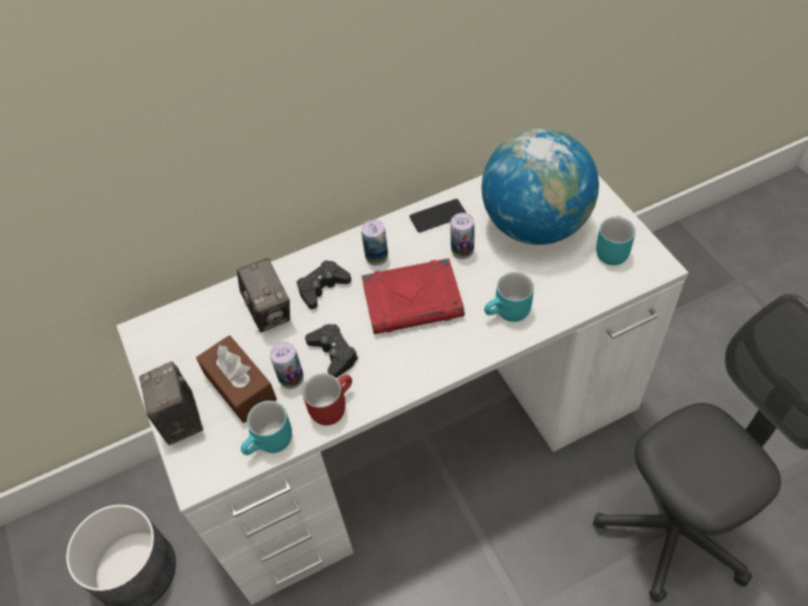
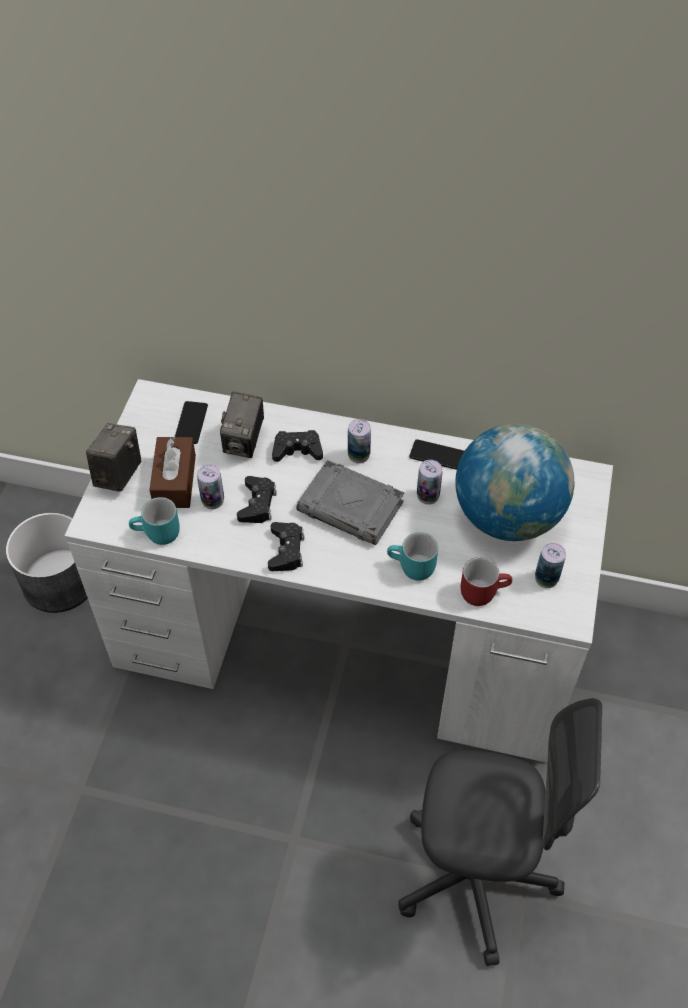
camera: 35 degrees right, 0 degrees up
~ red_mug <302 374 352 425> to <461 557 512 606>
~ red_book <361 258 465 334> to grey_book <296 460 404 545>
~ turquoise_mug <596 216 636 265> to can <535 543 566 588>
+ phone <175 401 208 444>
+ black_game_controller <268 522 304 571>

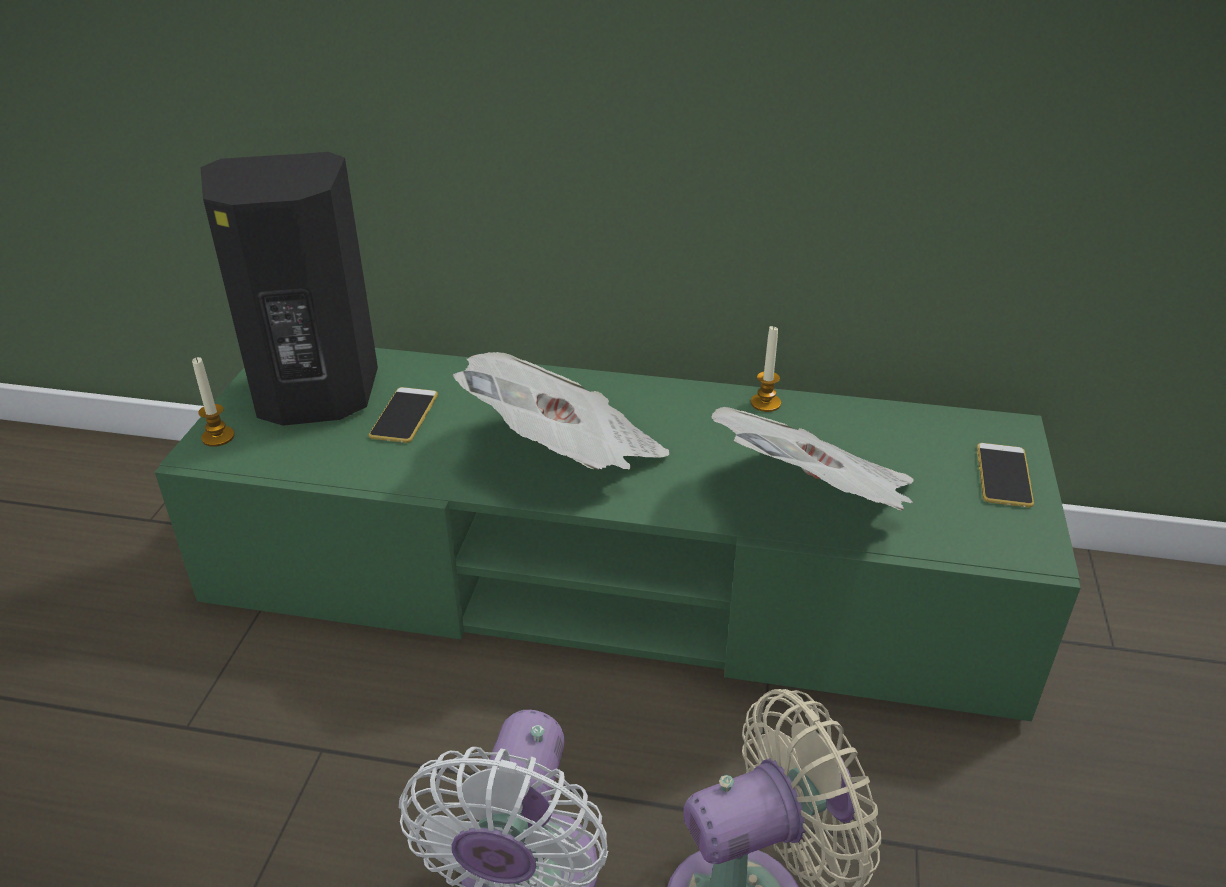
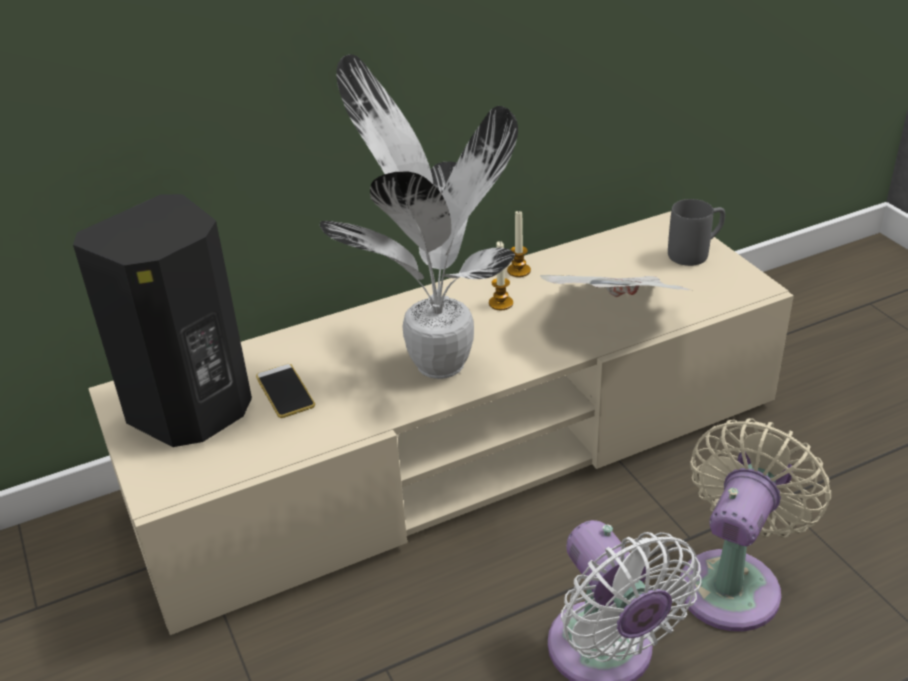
camera: 35 degrees left, 0 degrees up
~ green_tv_stand <155 348 1081 721> to beige_tv_stand <88 211 794 635>
~ candle <192 357 235 447> to <489 241 513 310>
~ newspaper <453 352 669 471> to potted_plant <320 54 518 379>
~ phone <977 443 1034 508> to grey_mug <668 199 725 266>

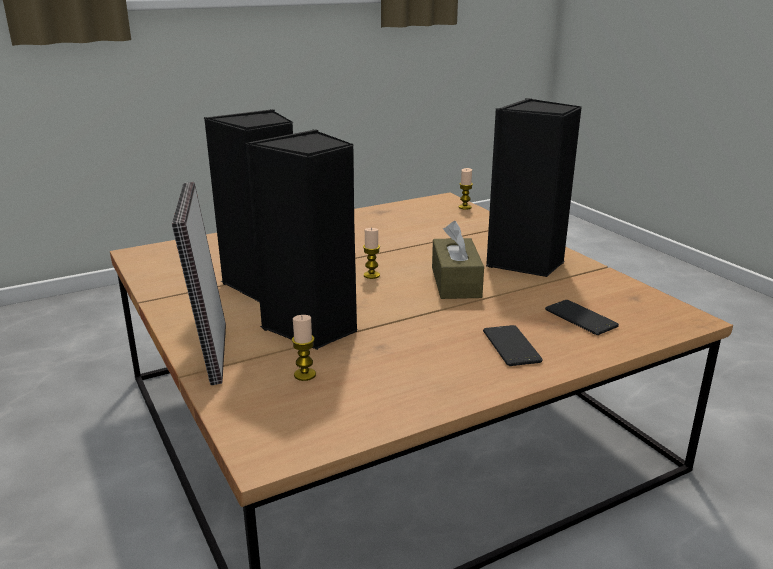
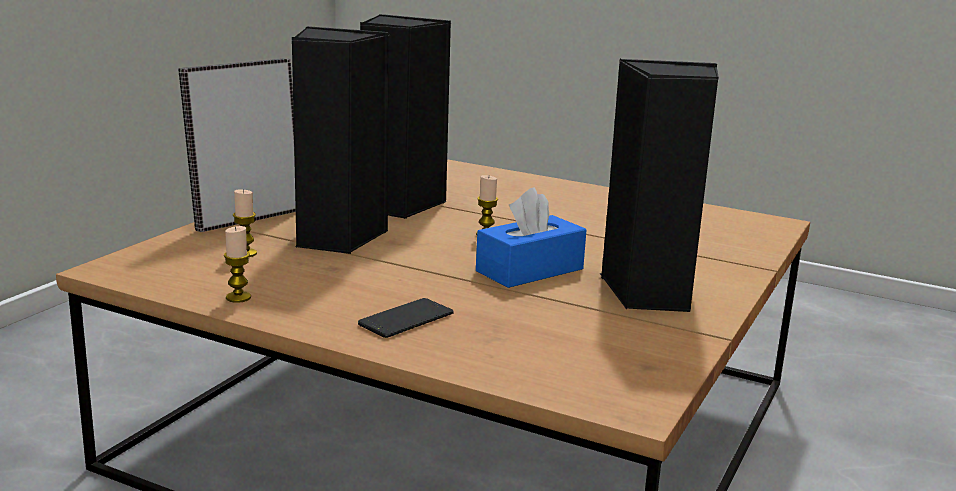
camera: 55 degrees right, 5 degrees down
~ brown_tissue_box <432 221 484 299> to blue_tissue_box <476 187 587 288>
~ candle <459 168 473 210> to <224 226 251 303>
- phone <545 300 619 335>

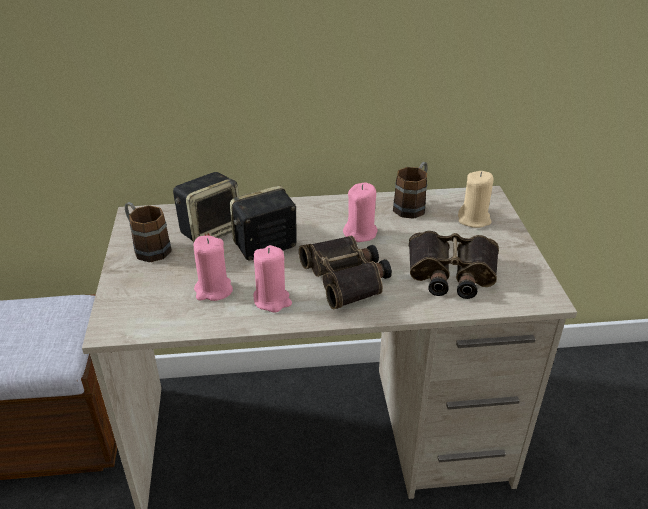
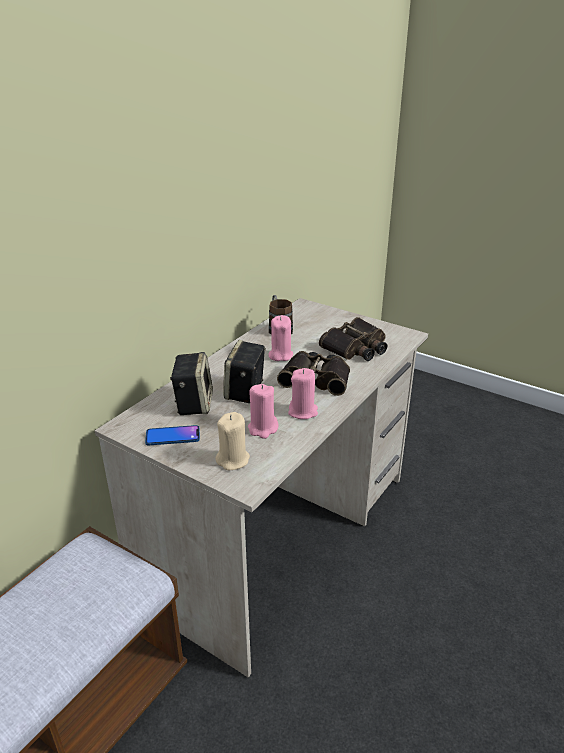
camera: 50 degrees left, 5 degrees down
~ brown_mug <125 202 172 262> to phone <145 425 200 445>
~ beige_candle <458 171 493 228> to <216 412 250 470>

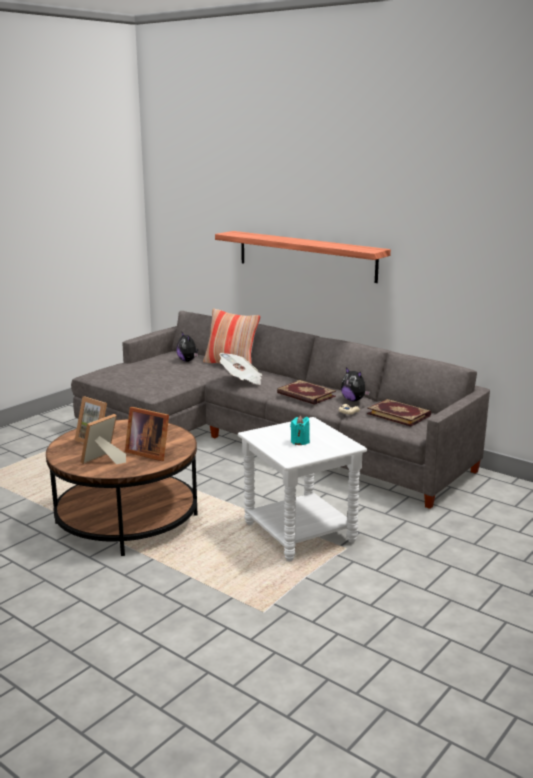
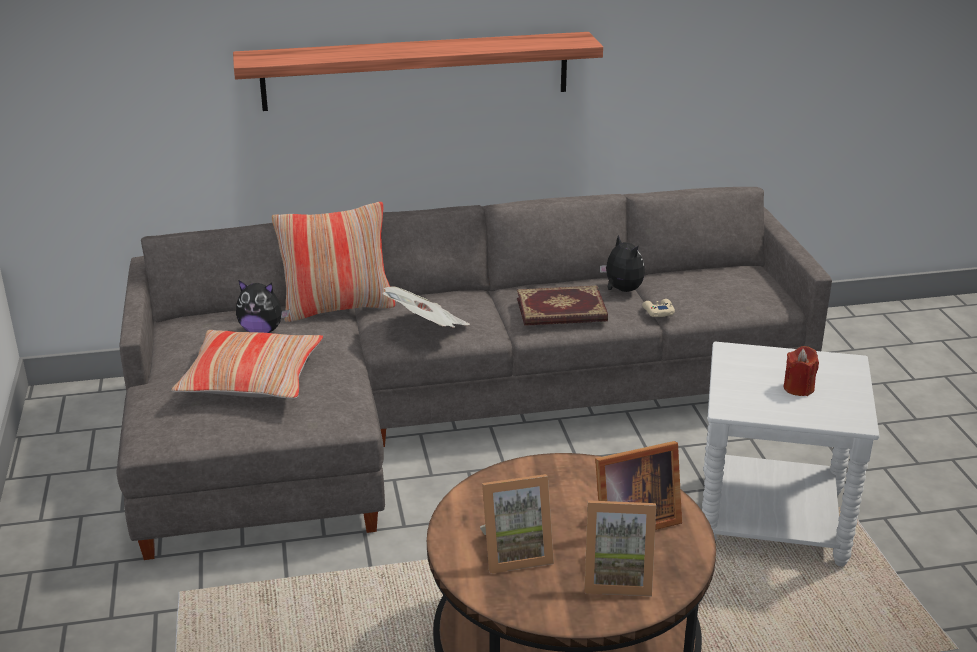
camera: 50 degrees left, 10 degrees up
~ picture_frame <81 414 126 464> = <584 500 656 596> 75 degrees counterclockwise
~ turquoise_candle <290 416 310 445> to red_candle <784 346 819 396>
~ plush_toy <341 368 370 401> = <600 235 645 292> 120 degrees counterclockwise
- book <367 399 431 427>
+ pillow <171 330 323 399>

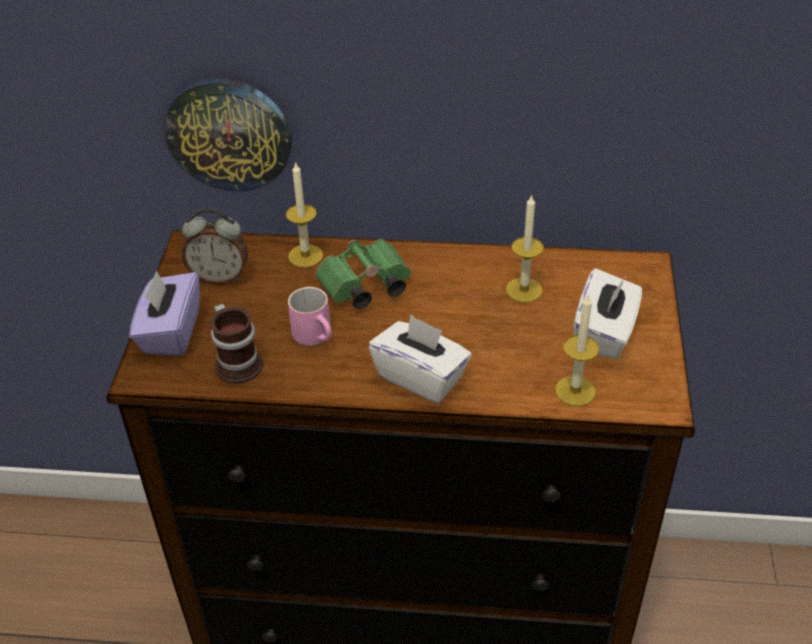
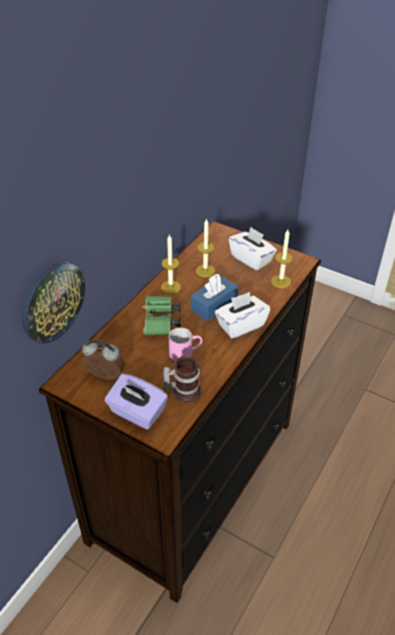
camera: 65 degrees left, 0 degrees up
~ alarm_clock <182 208 248 285> = <82 340 125 380> 105 degrees counterclockwise
~ candle <286 161 323 268> to <161 234 181 294>
+ blue_tissue_box <191 274 238 321>

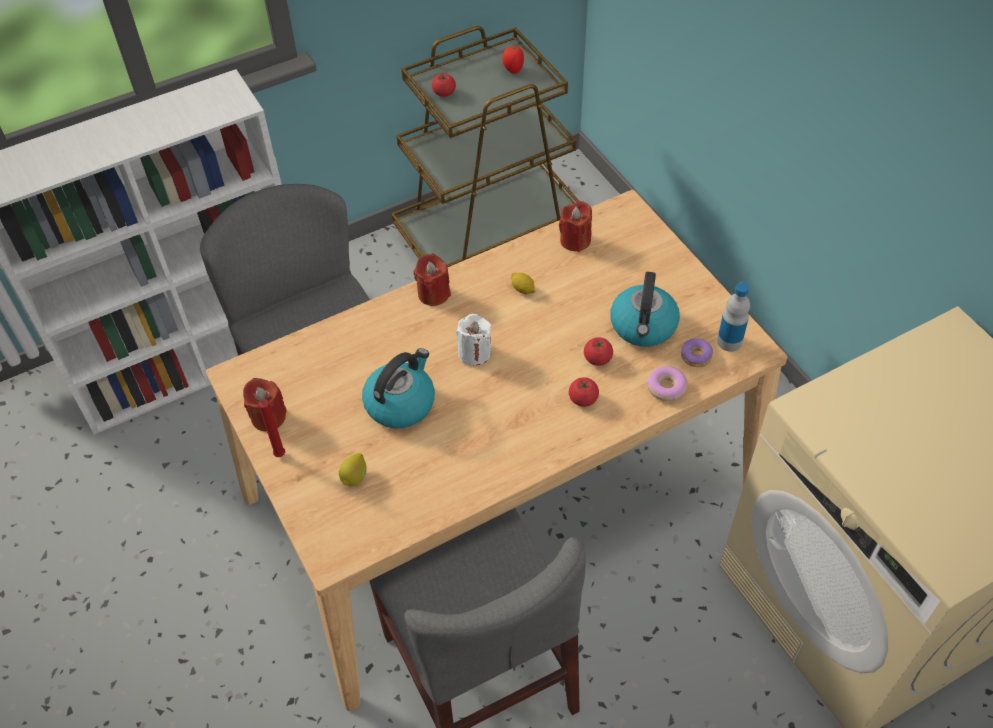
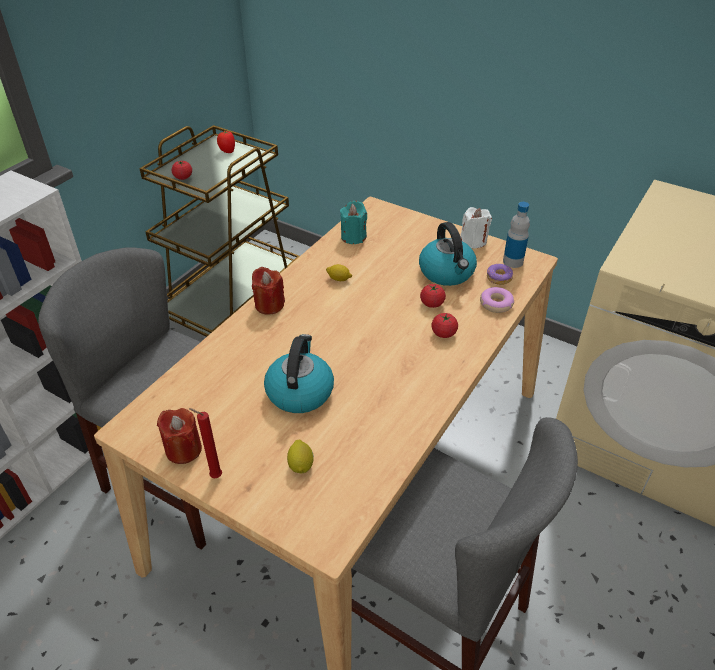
camera: 30 degrees left, 10 degrees down
~ white_candle <456 314 491 366> to <460 207 492 249>
~ red_candle <559 201 592 252> to turquoise_candle <340 201 367 244>

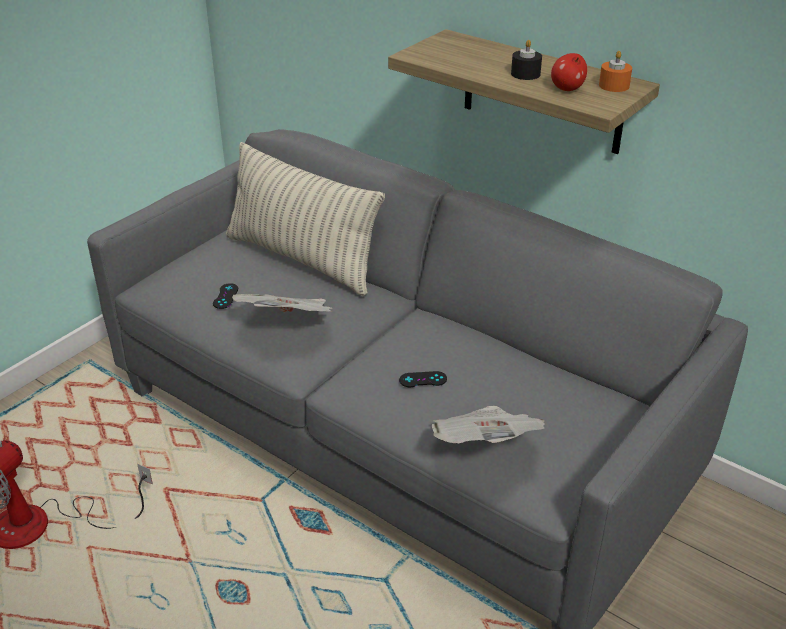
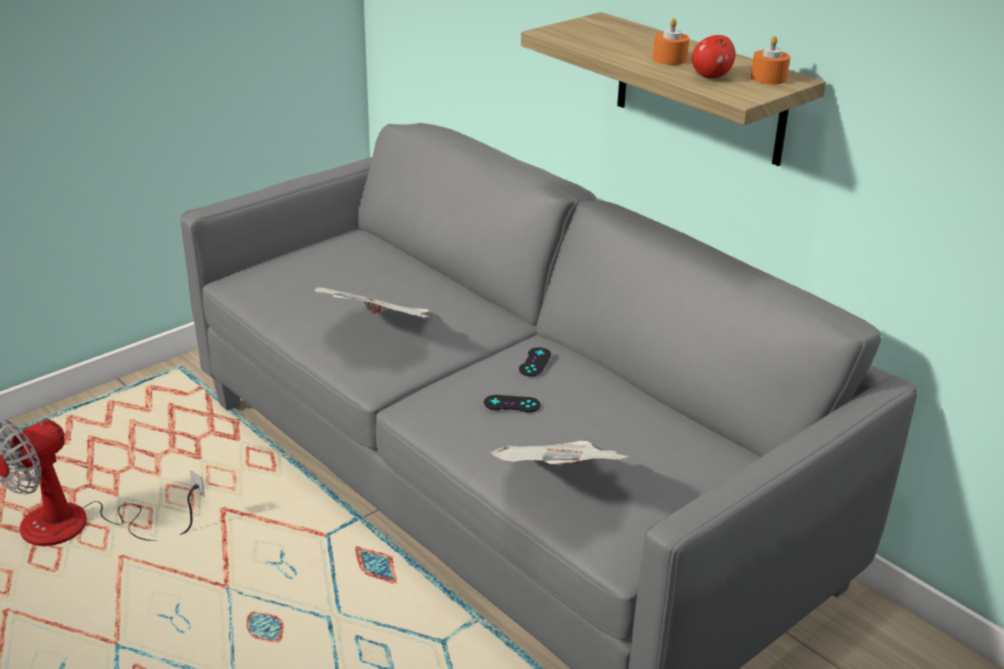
camera: 10 degrees right, 5 degrees down
~ black_game_controller <213 283 238 309> to <519 347 551 377>
- pillow <226 142 385 296>
~ black_candle <511 40 542 80> to orange_candle <653 18 689 65>

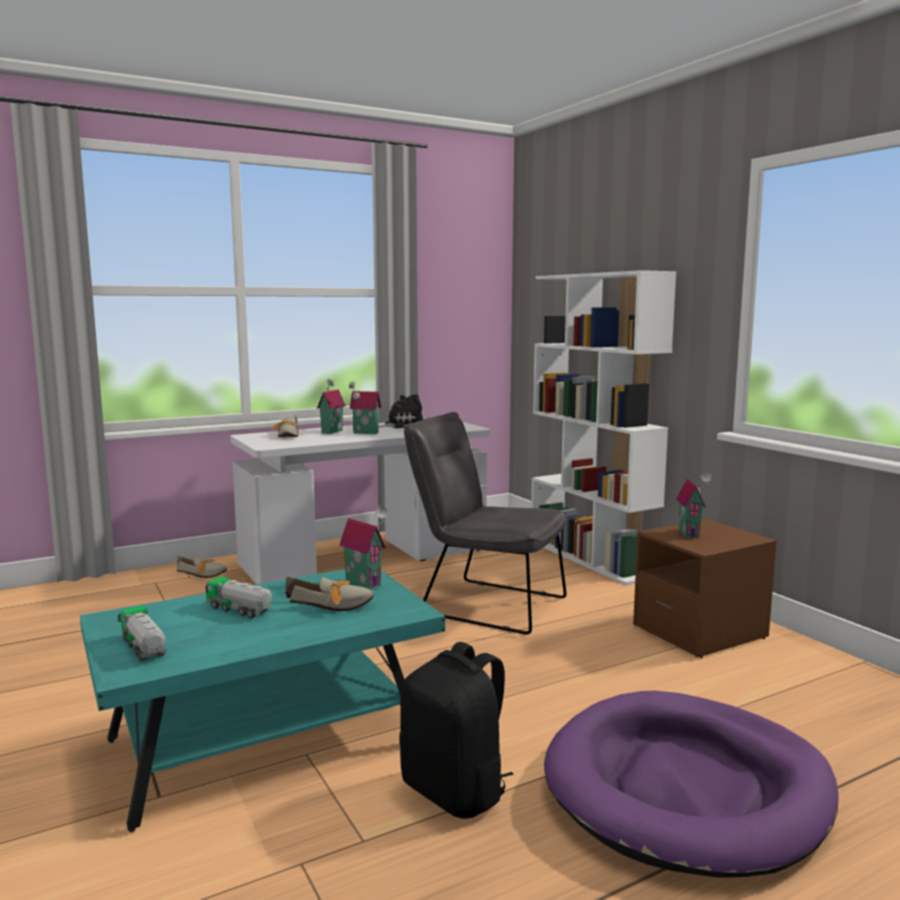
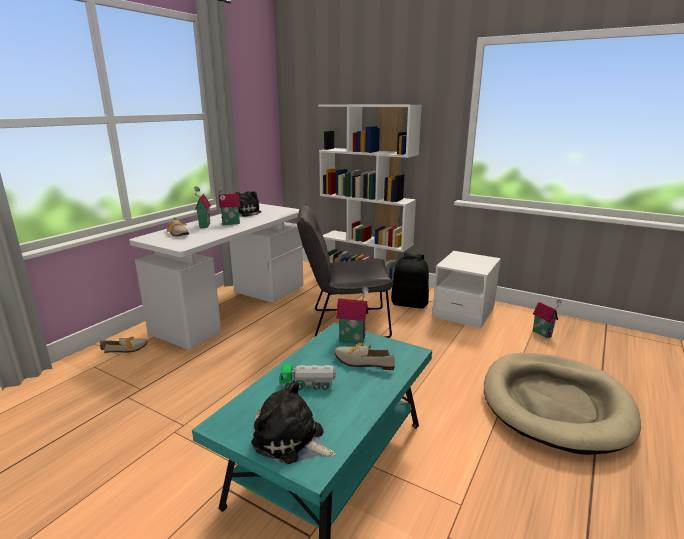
camera: 30 degrees left, 10 degrees up
~ toy_truck <118 606 167 661> to plush_toy <251 380 336 464>
~ shoe <285 576 374 611> = <334 343 395 370> 135 degrees counterclockwise
~ black_backpack <399 642 513 819> to <391 253 429 309>
~ purple_dog_bed <544 690 839 878> to beige_dog_bed <484 353 641 455>
~ brown_nightstand <633 519 777 658> to white_nightstand <432 251 501 329>
~ toy_house <676 471 712 538> to <533 300 562 338>

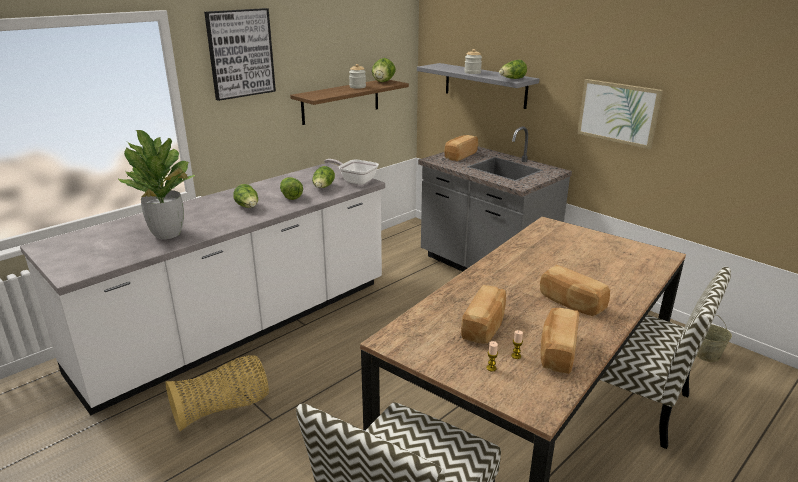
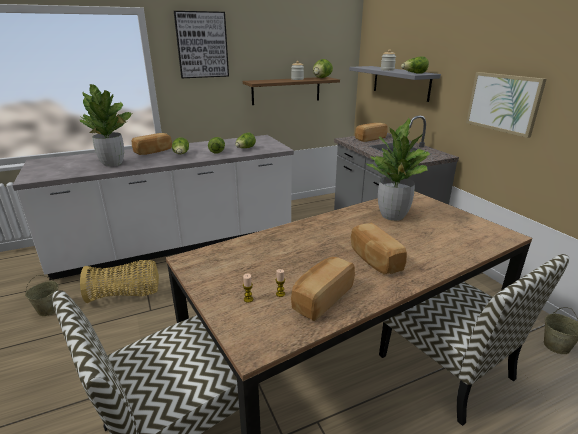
camera: 20 degrees right, 0 degrees up
- frying_pan <324 159 379 185>
~ bread <461 285 506 343> to <131 133 172 155>
+ beige_bucket <25 275 59 316>
+ potted_plant <365 118 430 221>

